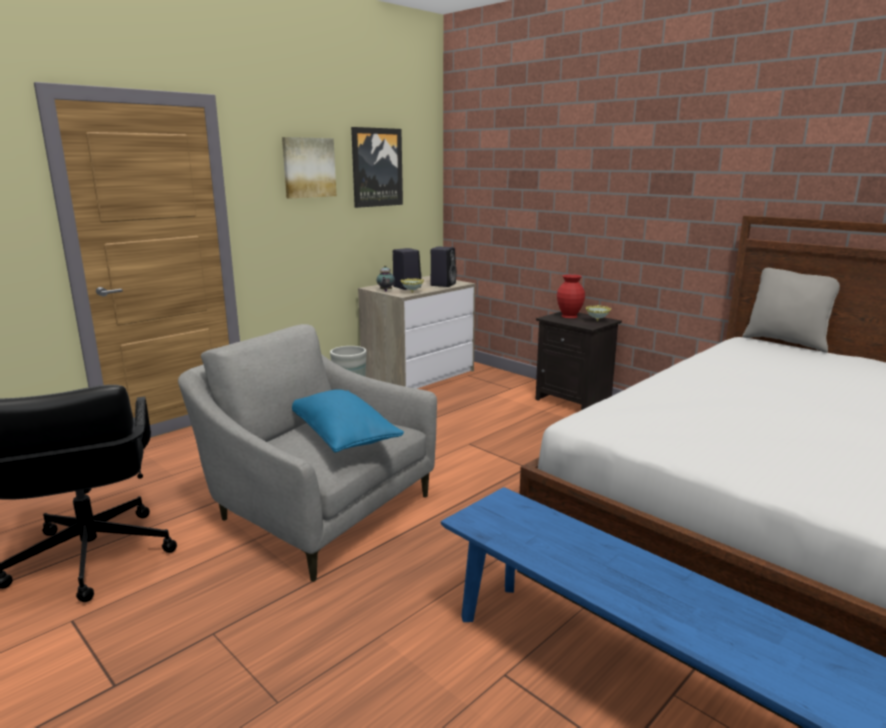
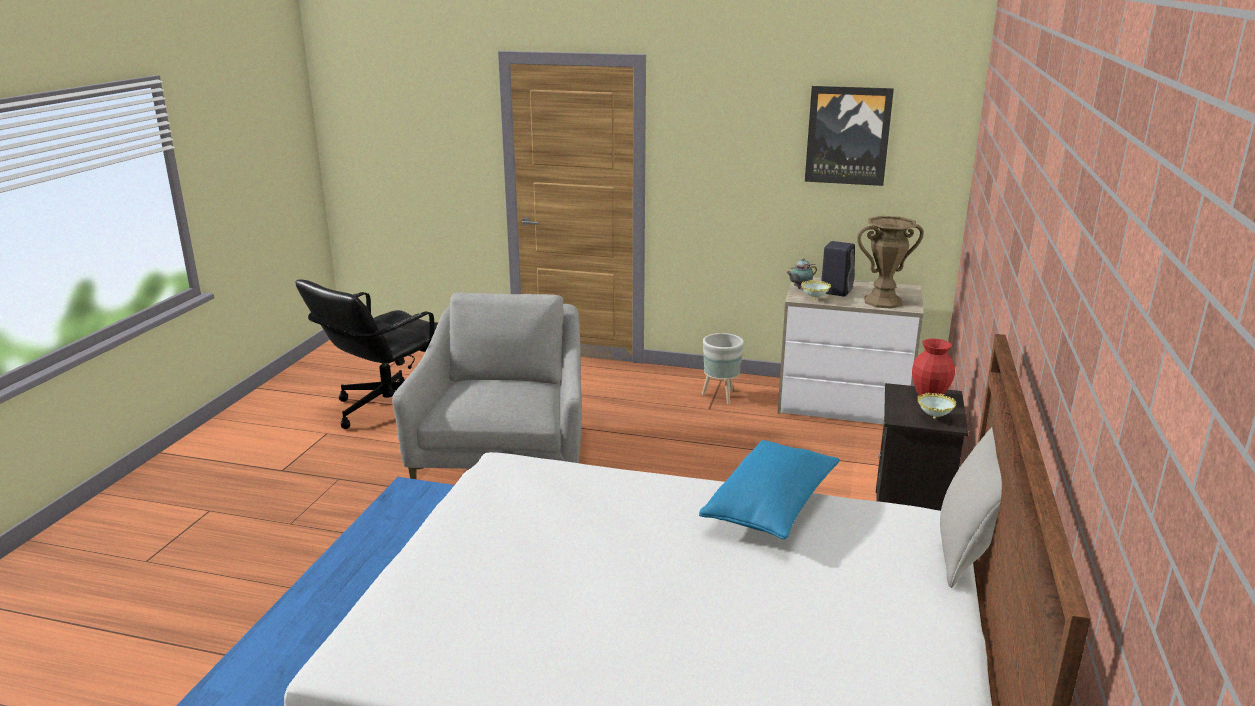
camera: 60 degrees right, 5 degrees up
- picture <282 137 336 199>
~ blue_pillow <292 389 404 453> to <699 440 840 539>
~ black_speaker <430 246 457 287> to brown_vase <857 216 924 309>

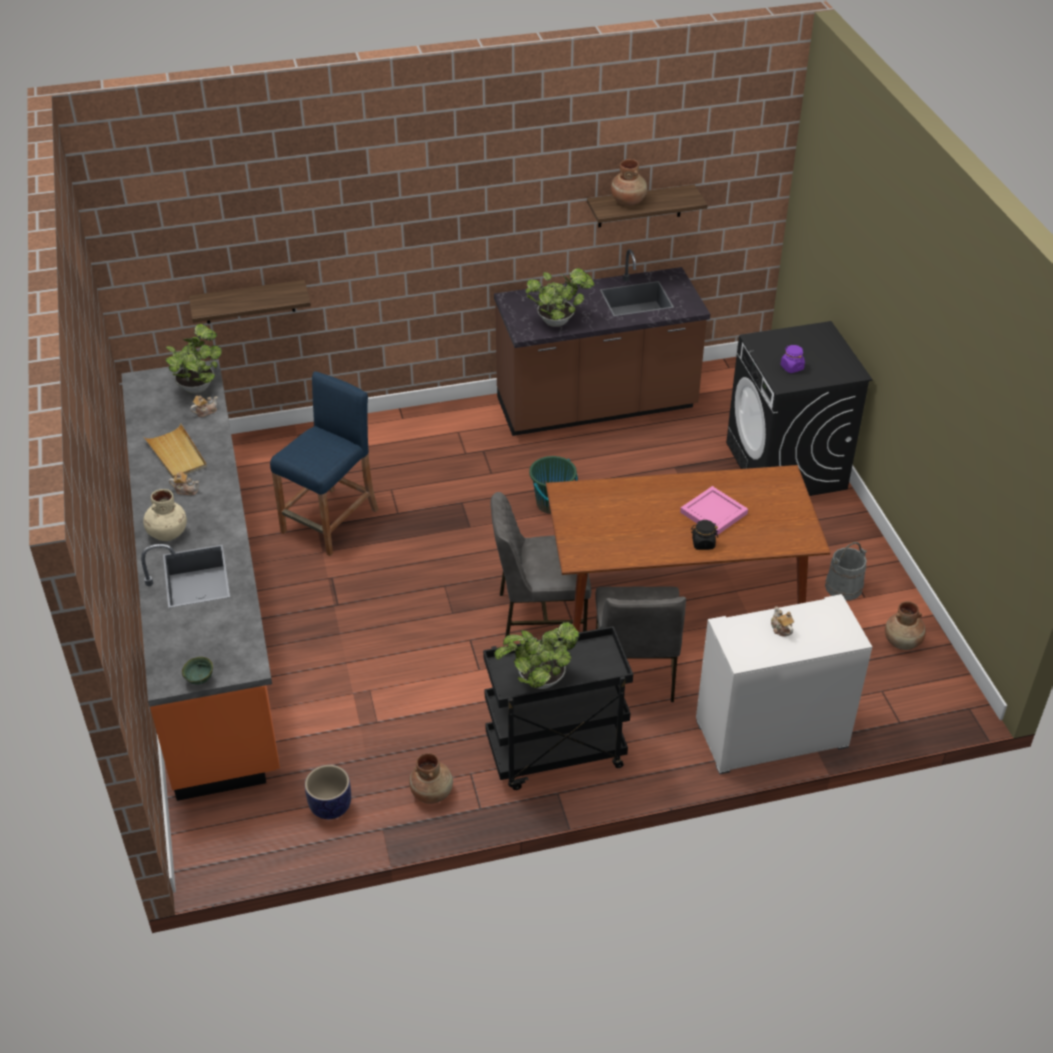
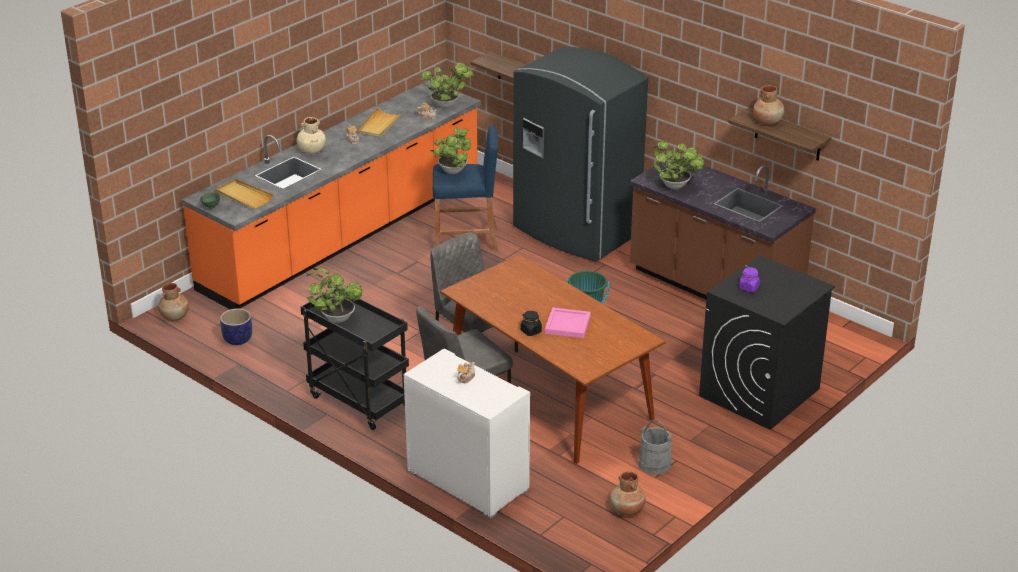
camera: 55 degrees right, 10 degrees down
~ brown_vase <409 753 453 804> to <158 283 189 321>
+ beige_tray <215 179 273 208>
+ potted_plant <430 127 471 174>
+ grey_fridge <513 47 648 262>

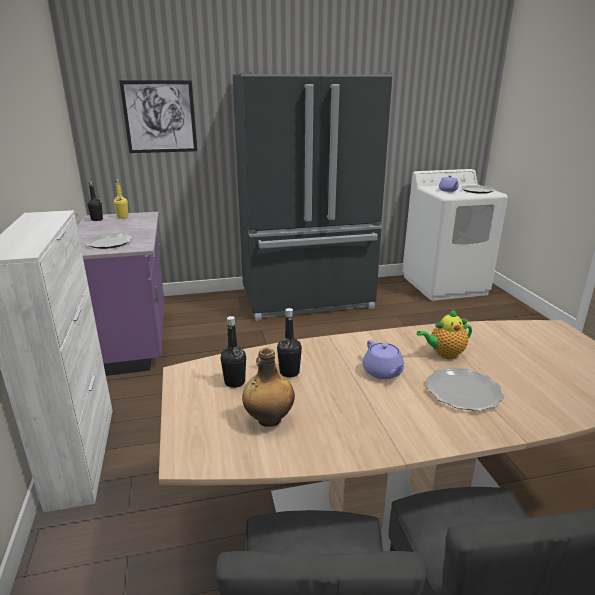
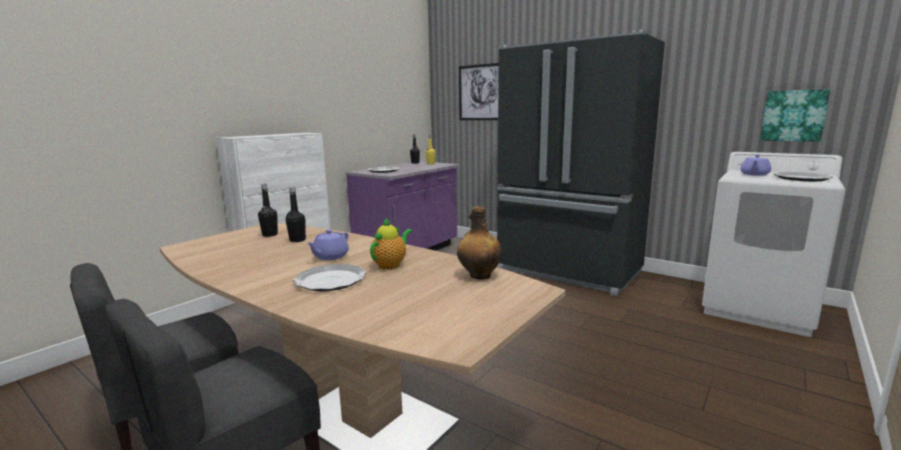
camera: 50 degrees right, 10 degrees down
~ bottle <242 347 295 427> to <457 206 502 280>
~ teapot <417 309 472 359> = <370 217 412 269> 90 degrees clockwise
+ picture <760 89 830 142>

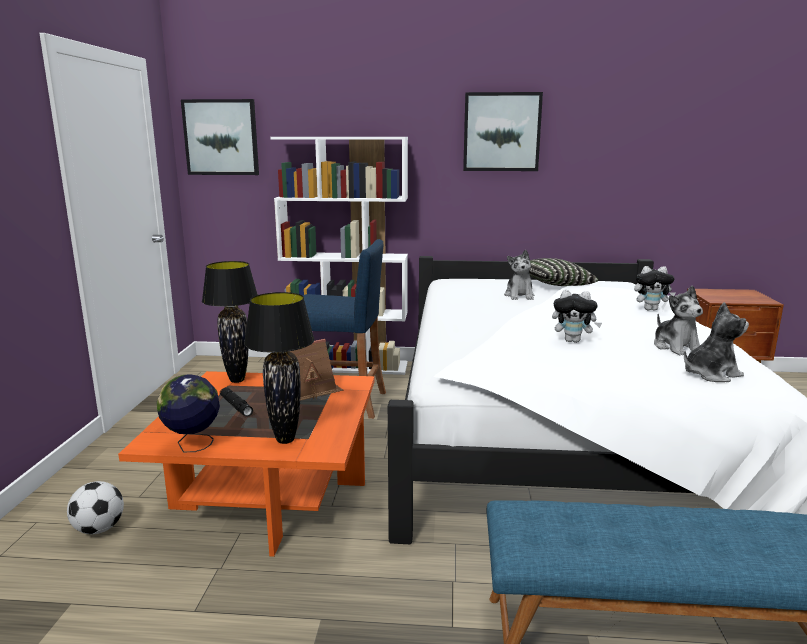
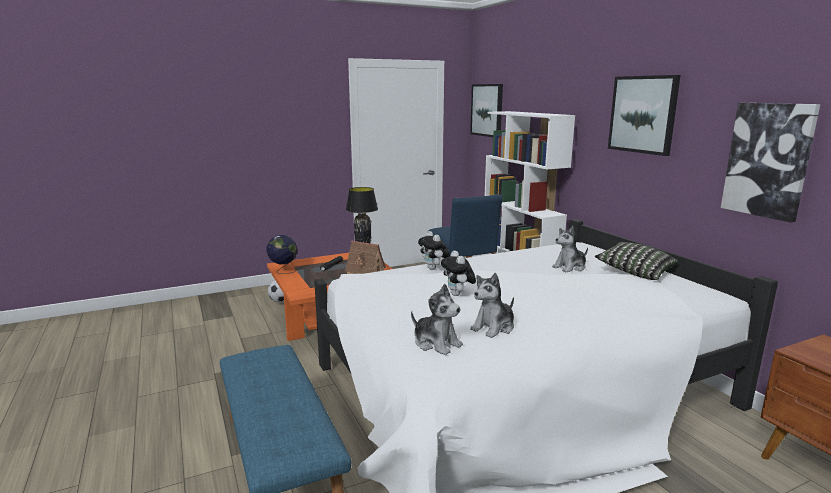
camera: 60 degrees right, 0 degrees up
- black_table_lamp <244 292 314 444>
~ plush_toy <634 266 676 311> to <418 231 450 270>
+ picture <721 103 820 223>

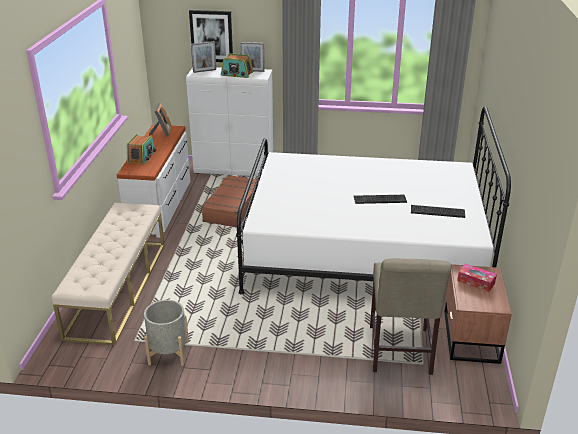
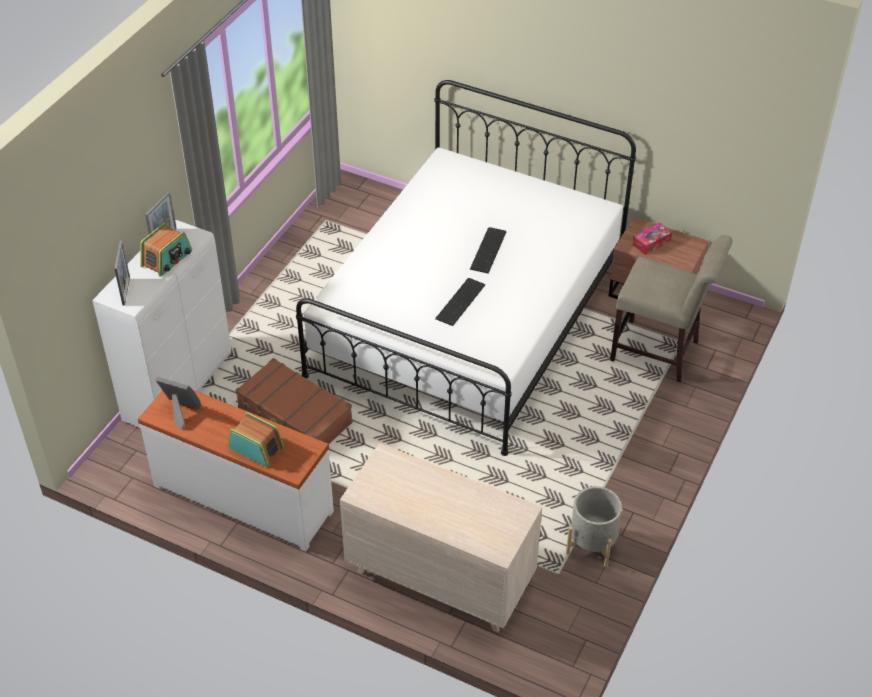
camera: 70 degrees left, 15 degrees up
~ beige_bench <52 203 165 346> to beige_dresser <340 443 542 633>
- picture <189 10 233 62>
~ keyboard <411 205 465 218> to <435 278 485 326>

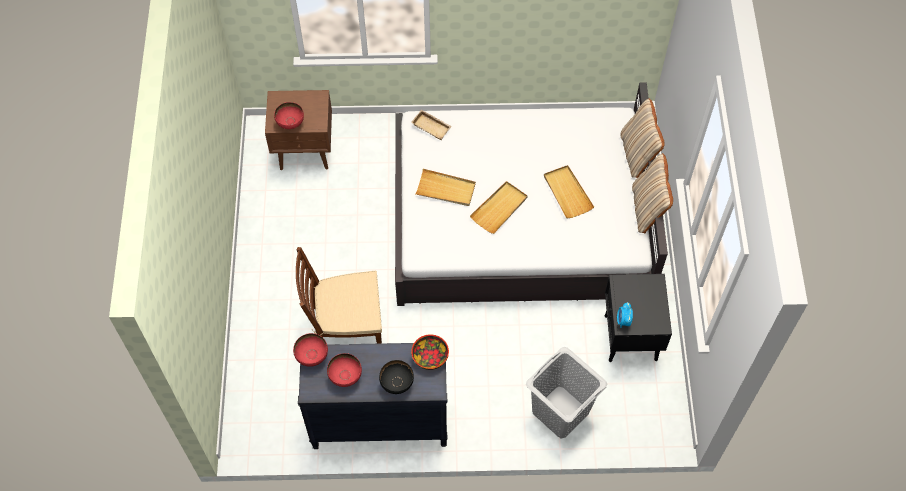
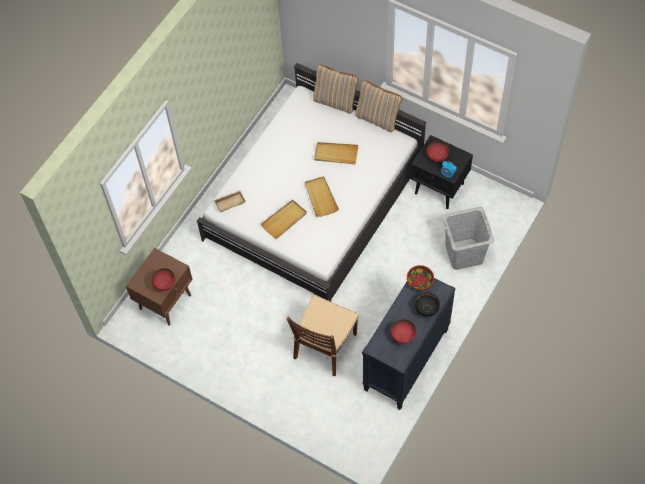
camera: 55 degrees left, 0 degrees up
~ red_bowl <293 333 328 367> to <427 141 449 162>

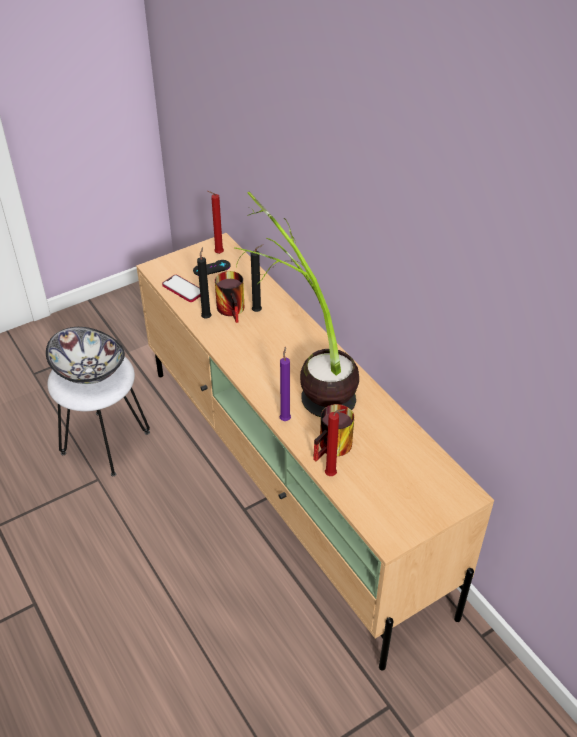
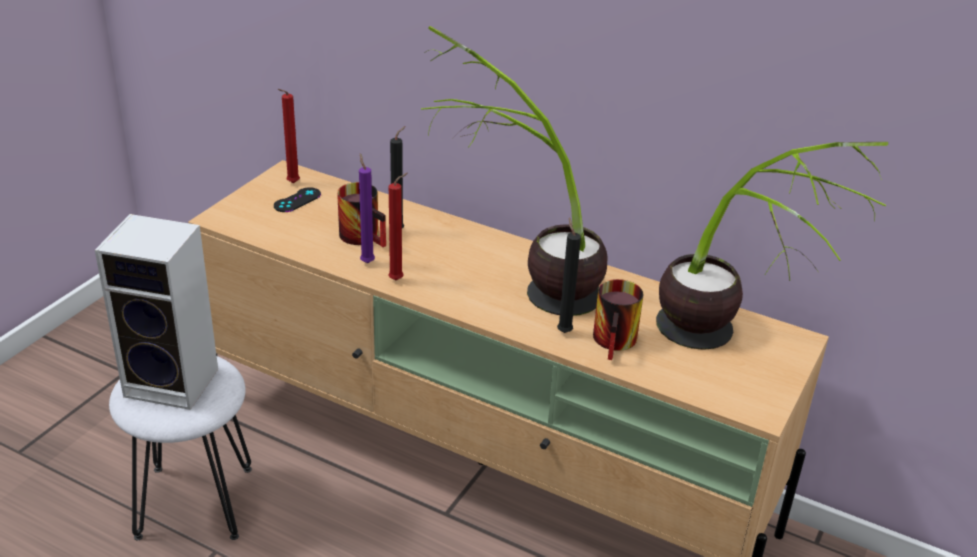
camera: 30 degrees left, 10 degrees down
~ bowl <46 327 125 384> to speaker <95 214 218 410>
- phone <162 275 200 302>
~ black_candle <197 247 211 319> to <557 217 581 333>
~ purple_candle <280 346 291 421> to <359 153 375 263>
~ red_candle <325 409 345 476> to <389 173 408 280>
+ potted_plant <656 142 888 350>

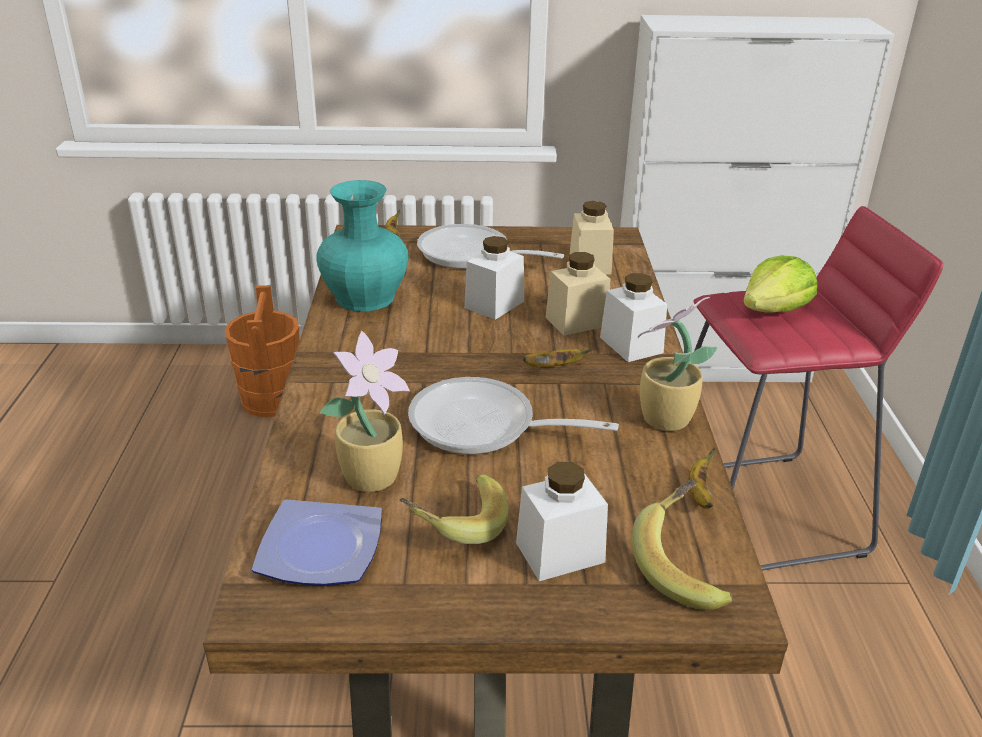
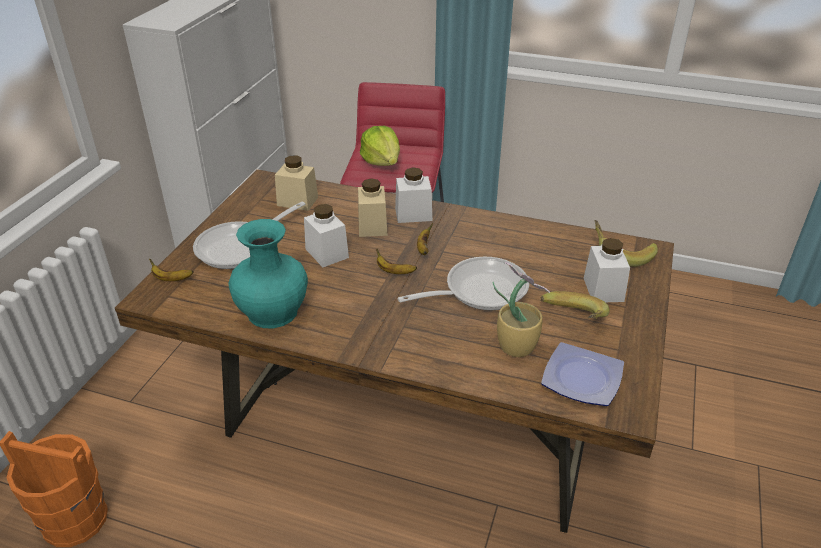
camera: 70 degrees left, 5 degrees up
~ frying_pan <408 377 619 454> = <398 257 529 311> 150 degrees counterclockwise
- potted_plant <638 297 717 431>
~ banana <688 447 715 509> to <376 248 417 274>

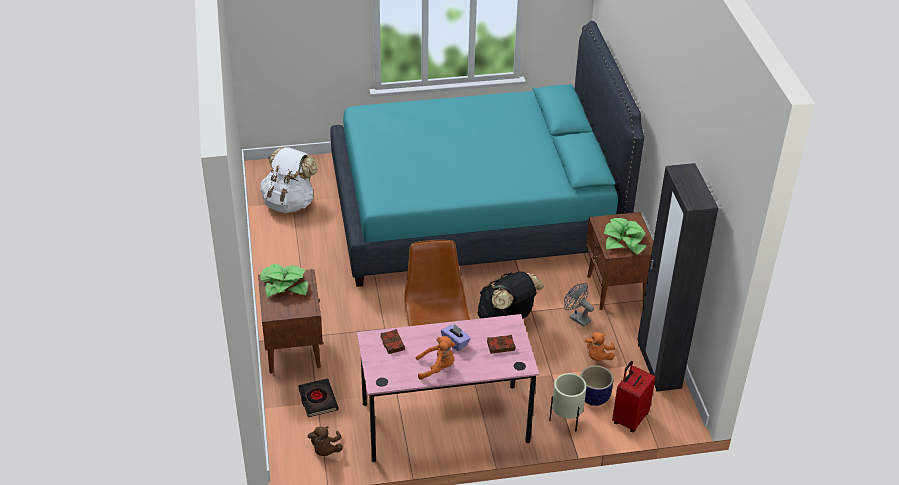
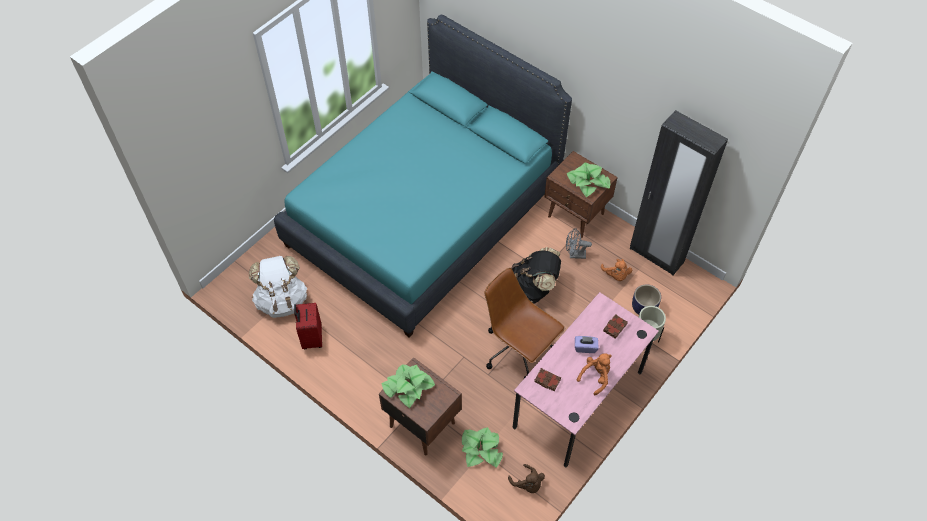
camera: 40 degrees left, 15 degrees up
~ black_book <298 378 339 417> to potted_plant <462 427 503 468>
~ red_suitcase <612 361 656 432> to <294 303 322 349>

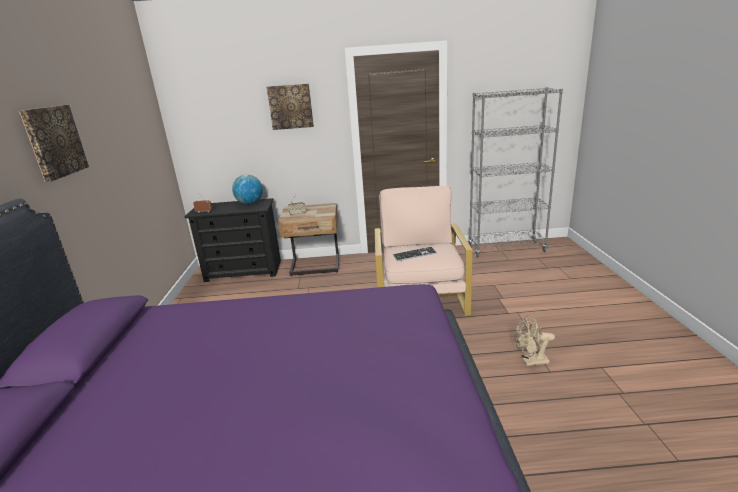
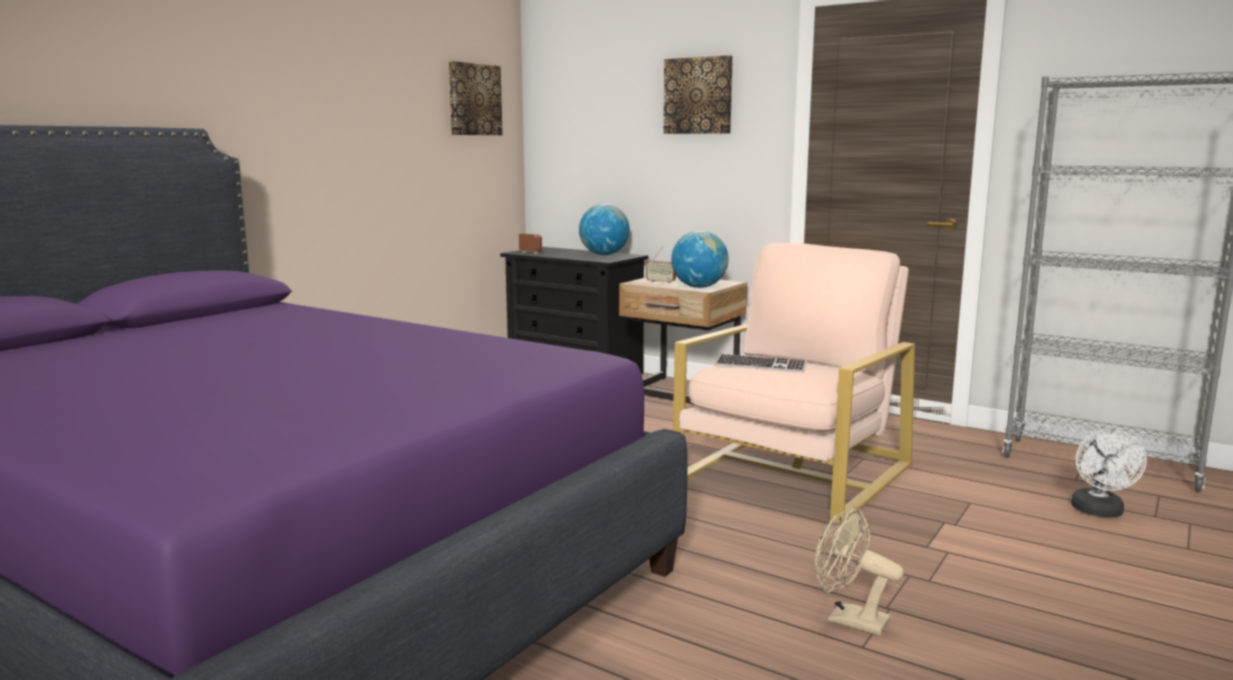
camera: 35 degrees right, 10 degrees down
~ picture <19 105 89 182> to <448 61 503 135>
+ globe <671 231 729 288>
+ white_fan <1071 429 1147 517>

